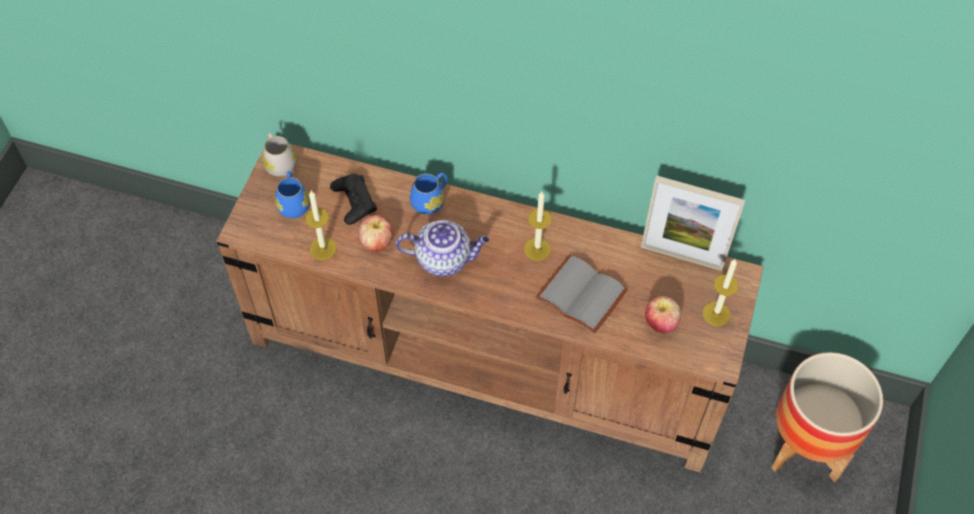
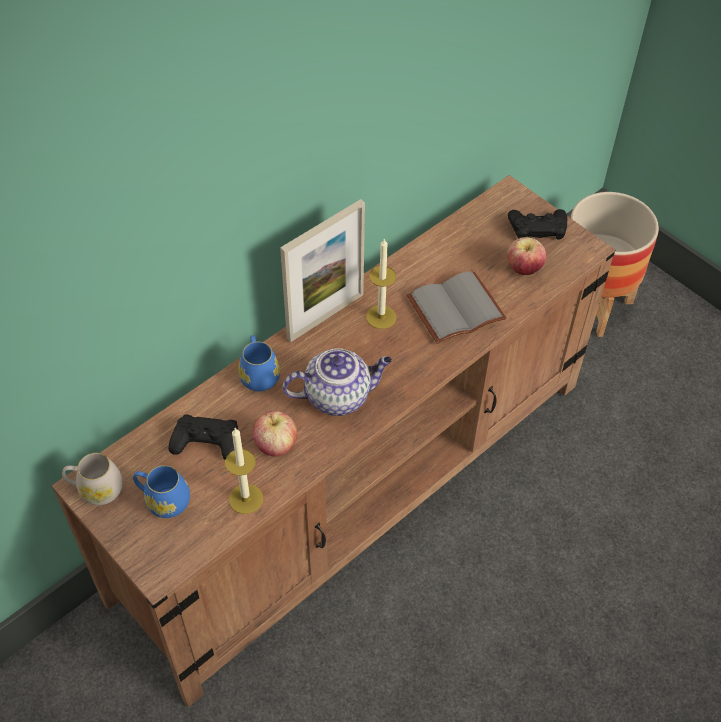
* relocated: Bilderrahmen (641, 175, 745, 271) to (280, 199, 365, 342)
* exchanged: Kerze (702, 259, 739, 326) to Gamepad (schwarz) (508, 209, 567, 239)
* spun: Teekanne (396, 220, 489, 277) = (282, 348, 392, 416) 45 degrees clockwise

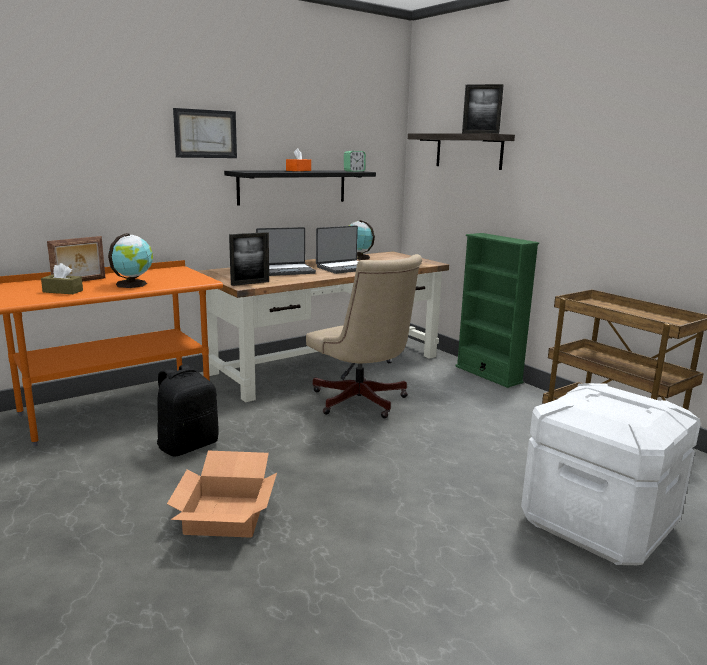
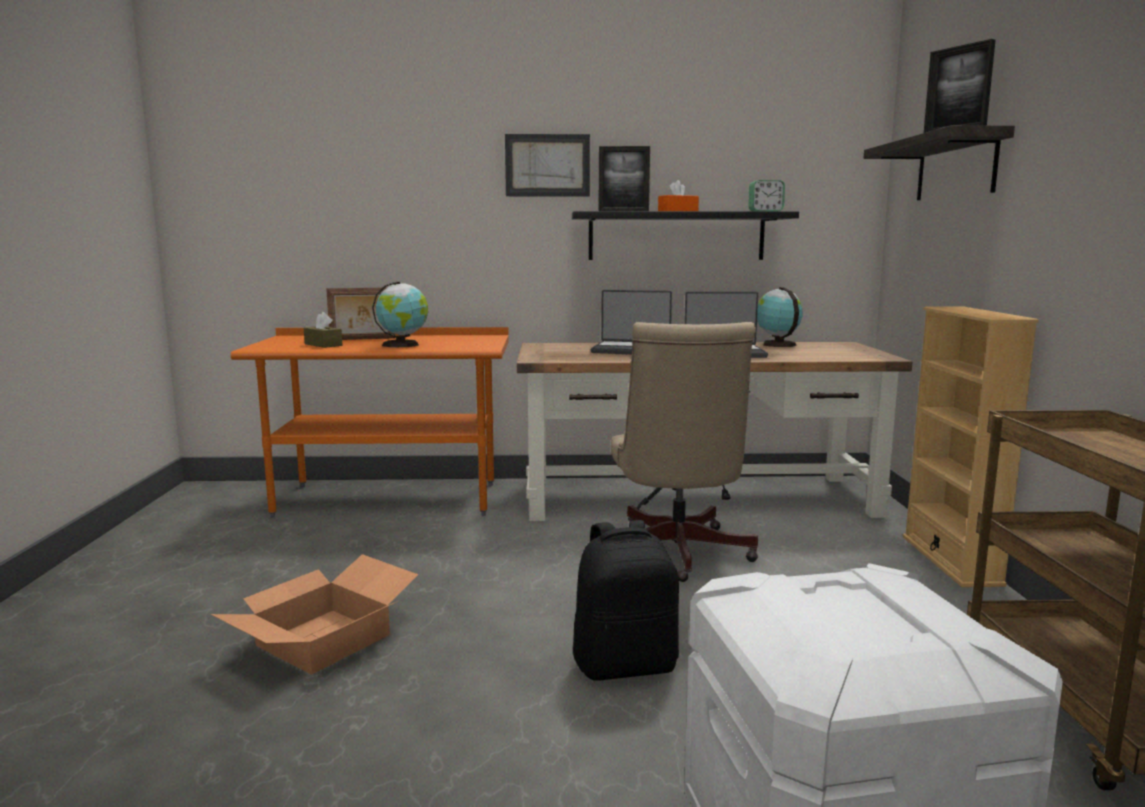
* relocated: Rucksack (schwarz) (157, 364, 219, 457) to (573, 520, 679, 681)
* relocated: Bilderrahmen (229, 232, 269, 286) to (598, 146, 650, 211)
* colour: Bücherregal (grün) (455, 233, 539, 388) to Bücherregal (beige) (902, 306, 1039, 587)

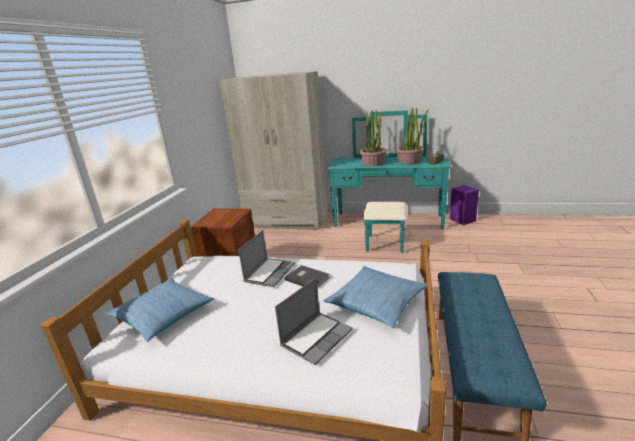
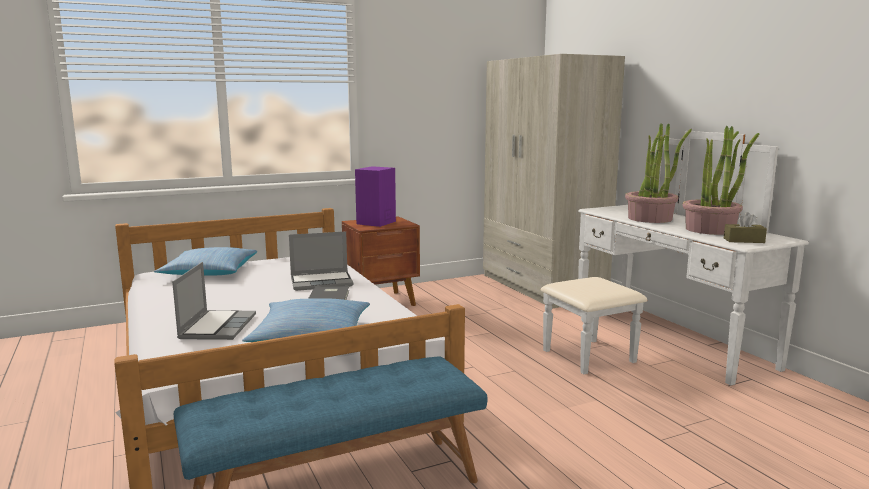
* relocated: Lautsprecher (lila) (450, 185, 479, 225) to (355, 166, 396, 227)
* colour: Kommode (türkis) (328, 110, 451, 253) to Kommode (weiß) (541, 131, 809, 385)
* spun: Laptop (275, 278, 353, 365) = (172, 262, 256, 340) 90 degrees counterclockwise

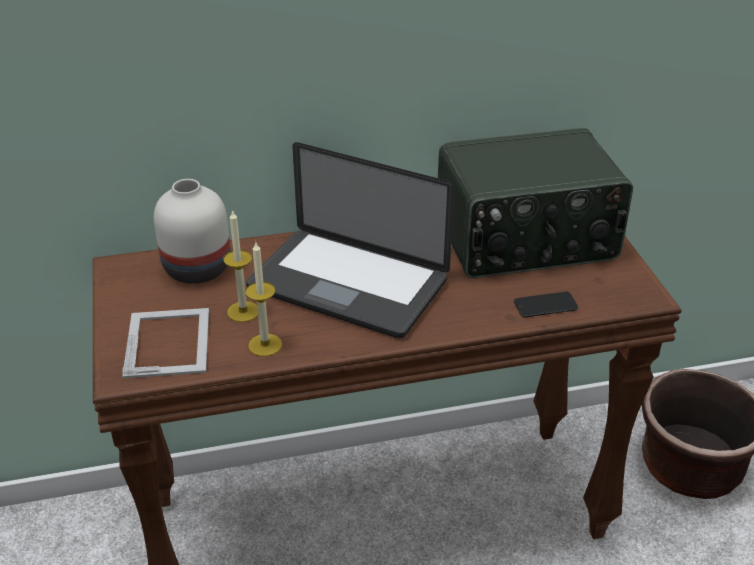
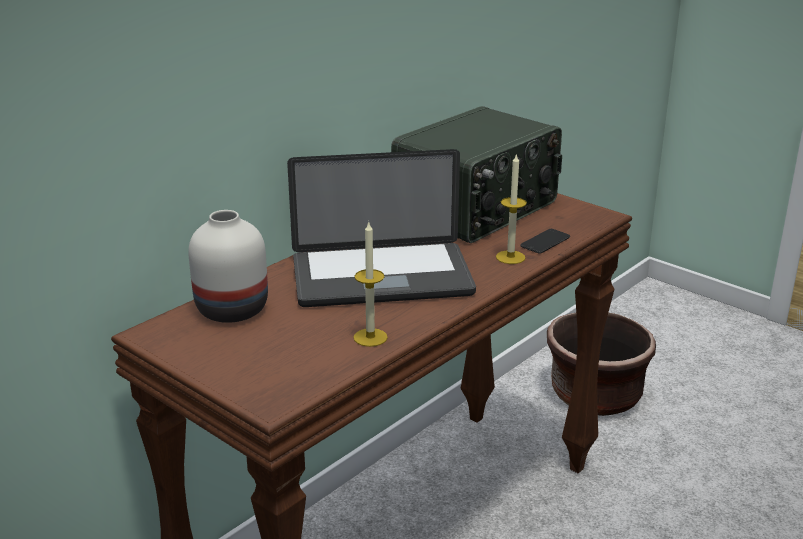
* missing: Bilderrahmen (122, 308, 209, 378)
* relocated: Kerze (223, 209, 258, 322) to (496, 153, 527, 264)

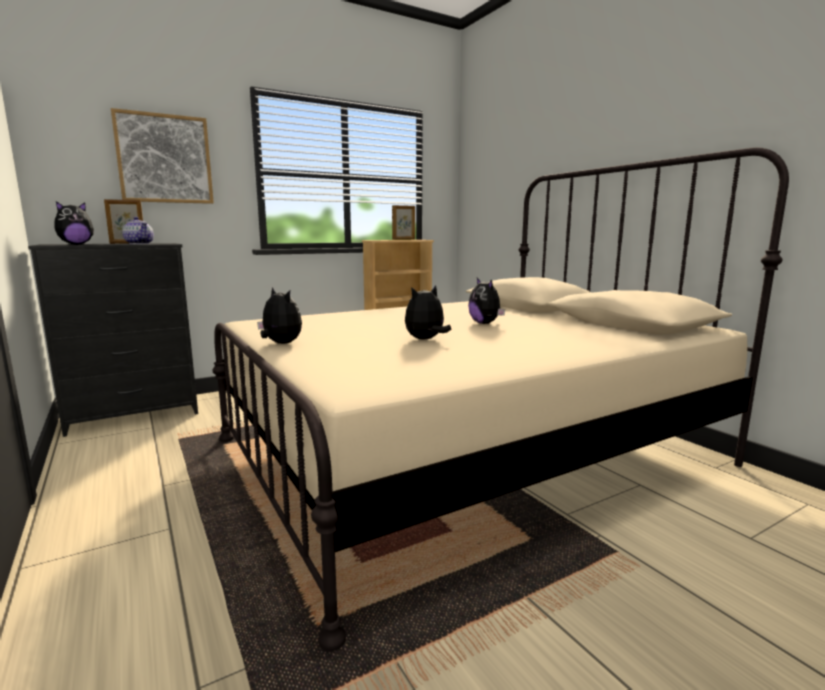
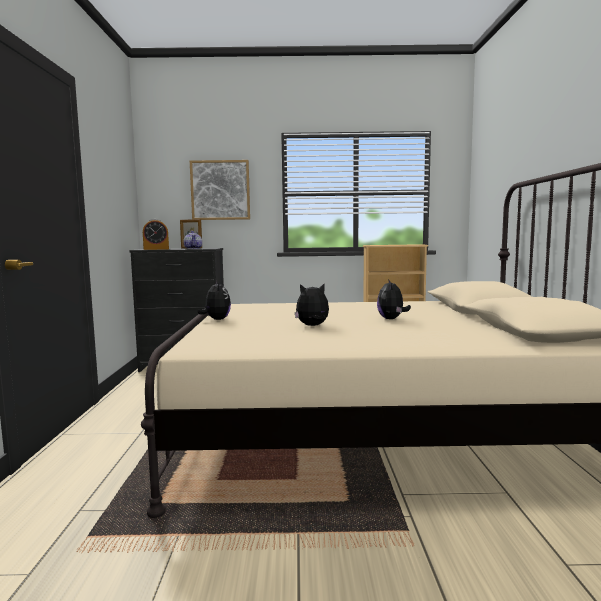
* missing: Bilderrahmen (392, 205, 415, 240)
* exchanged: Plüschtier (55, 201, 94, 245) to Wecker (143, 219, 169, 250)

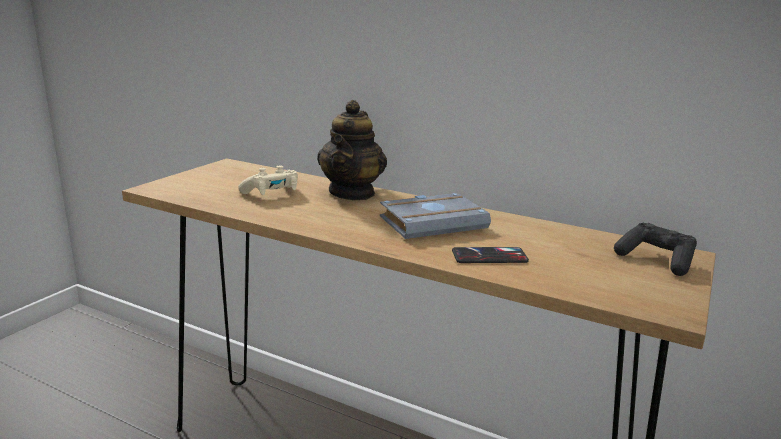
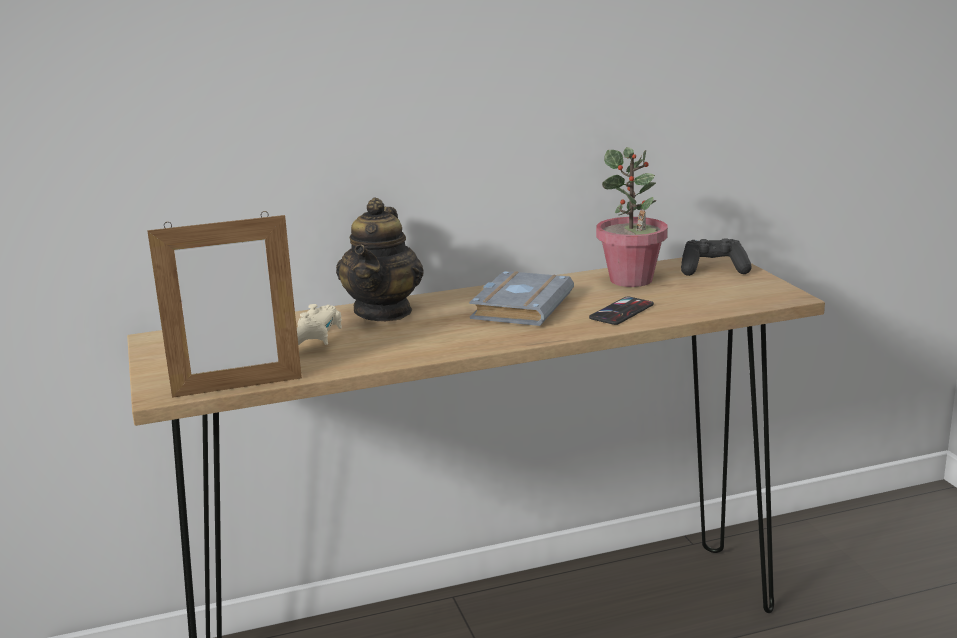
* appeared: Bilderrahmen (147, 211, 302, 398)
* appeared: Topfpflanze (596, 147, 668, 287)
* spun: Teekanne (317, 100, 387, 200) = (336, 197, 424, 321) 45 degrees clockwise

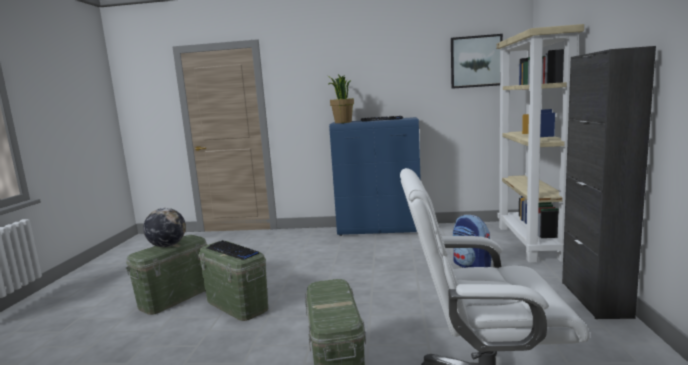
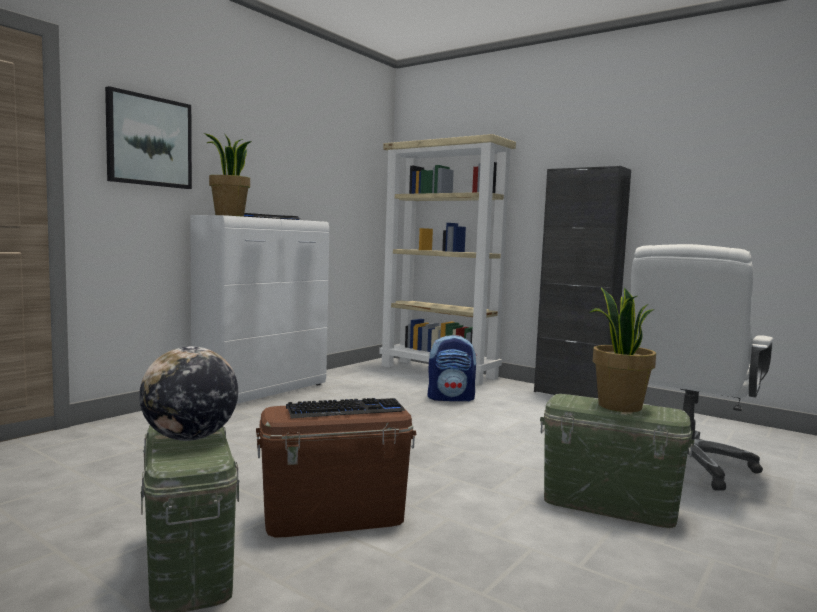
* appeared: Topfpflanze (589, 287, 656, 412)
* relocated: Bild (451, 34, 503, 89) to (105, 86, 192, 189)
* colour: Aufbewahrungsbox (grün) (198, 241, 268, 321) to Aufbewahrungsbox (braun) (256, 406, 416, 537)
* colour: Schrank (blau) (329, 117, 421, 236) to Schrank (weiß) (190, 215, 329, 404)

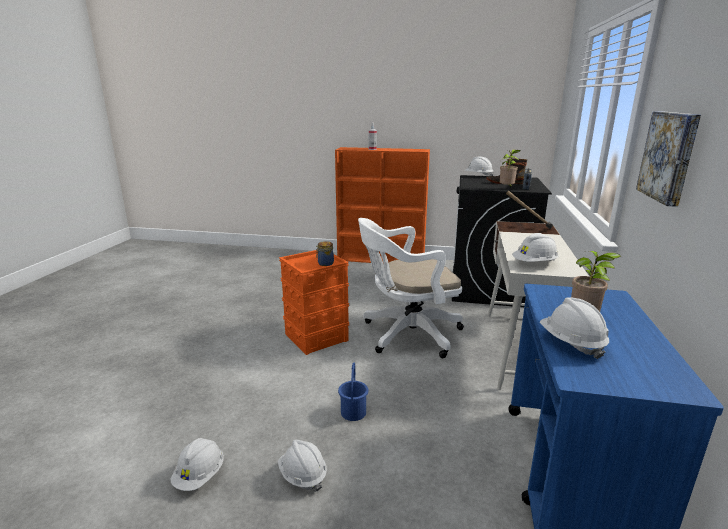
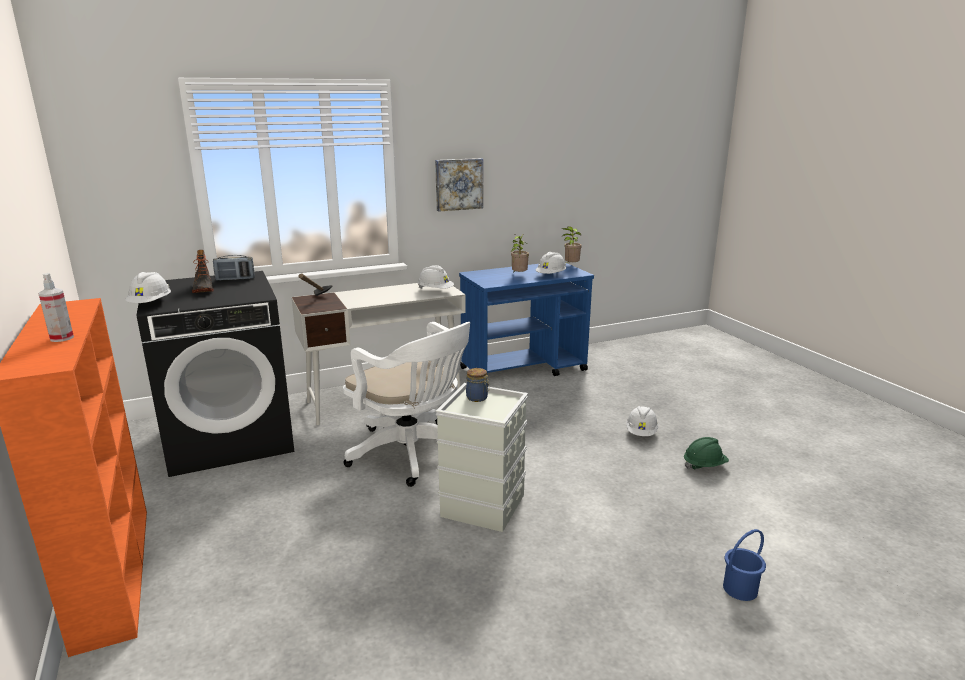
* relocated: Eimer (blau) (338, 363, 369, 421) to (723, 529, 766, 601)
* relocated: Topfpflanze (500, 149, 520, 188) to (562, 226, 582, 263)
* colour: Schutzhelm (weiß) (170, 438, 224, 491) to Schutzhelm (grün) (684, 437, 729, 469)
* colour: Aufbewahrungsbox (orange) (279, 250, 349, 355) to Aufbewahrungsbox (grau) (436, 383, 528, 532)

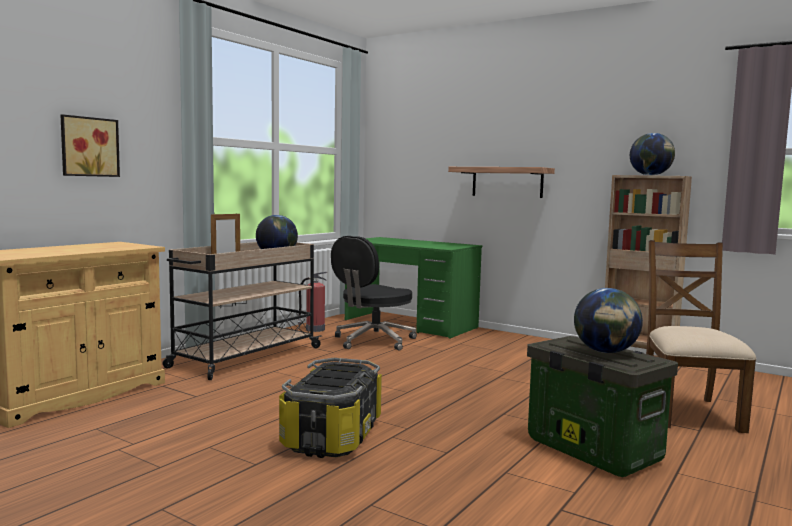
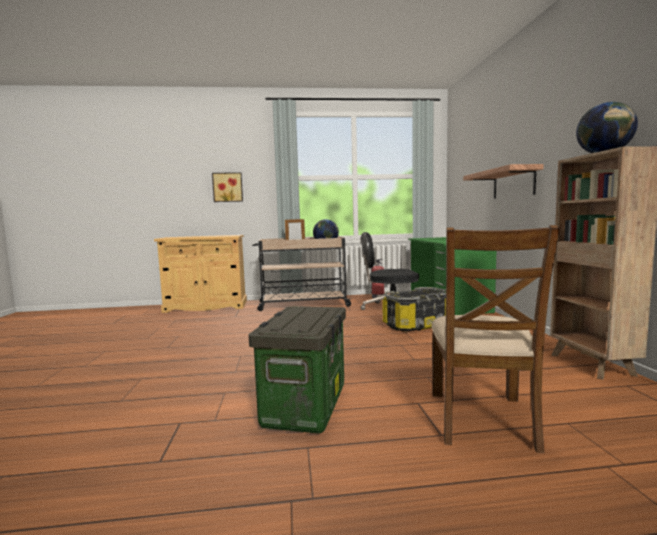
* missing: Globus (574, 288, 643, 353)
* relocated: Aufbewahrungsbox (279, 358, 382, 458) to (382, 287, 446, 332)
* spun: Stuhl (braun) (646, 240, 756, 433) = (431, 225, 560, 453) 135 degrees clockwise

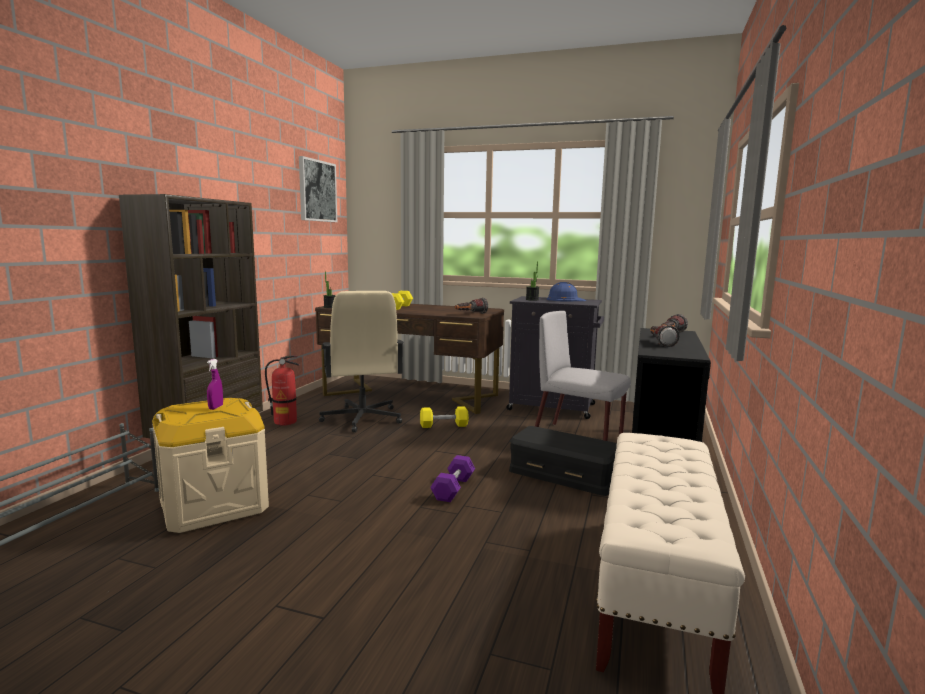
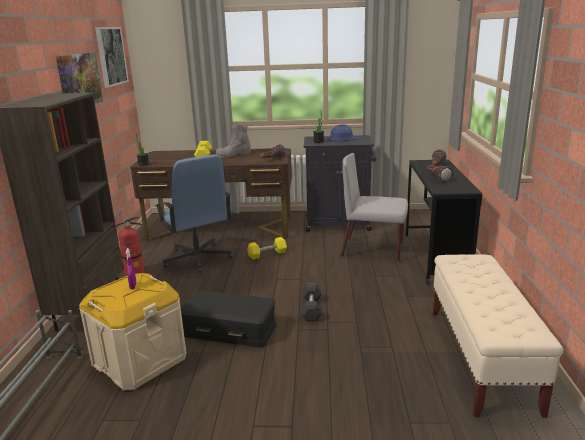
* appeared: Bild (56, 52, 103, 104)
* appeared: Stiefel (grau) (216, 123, 250, 158)
* relocated: Aufbewahrungsbox (schwarz) (509, 426, 617, 496) to (181, 290, 276, 348)
* colour: Bürostuhl (beige) (319, 291, 404, 432) to Bürostuhl (blau) (156, 154, 233, 273)
* colour: Hantel (lila) (430, 455, 475, 502) to Hantel (grau) (300, 284, 322, 322)

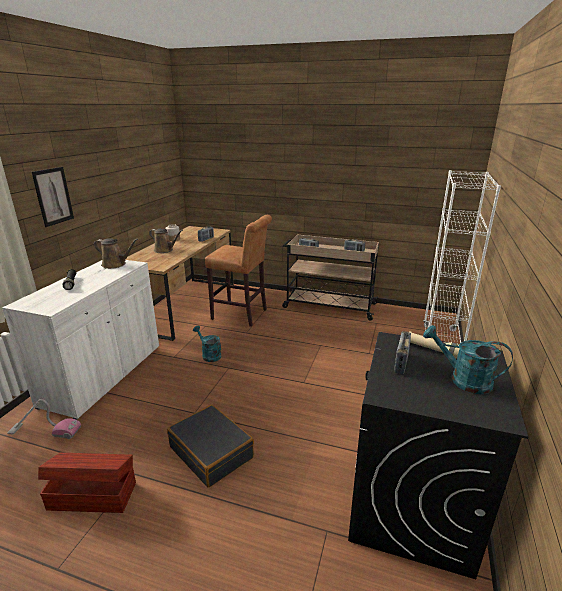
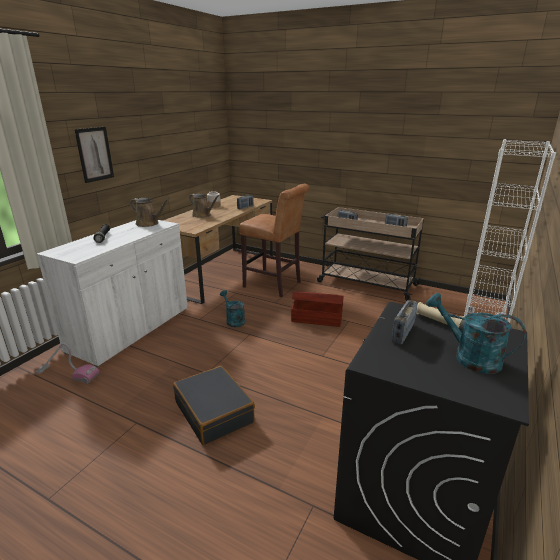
* relocated: Aufbewahrungsbox (braun) (38, 453, 136, 513) to (291, 291, 344, 327)

